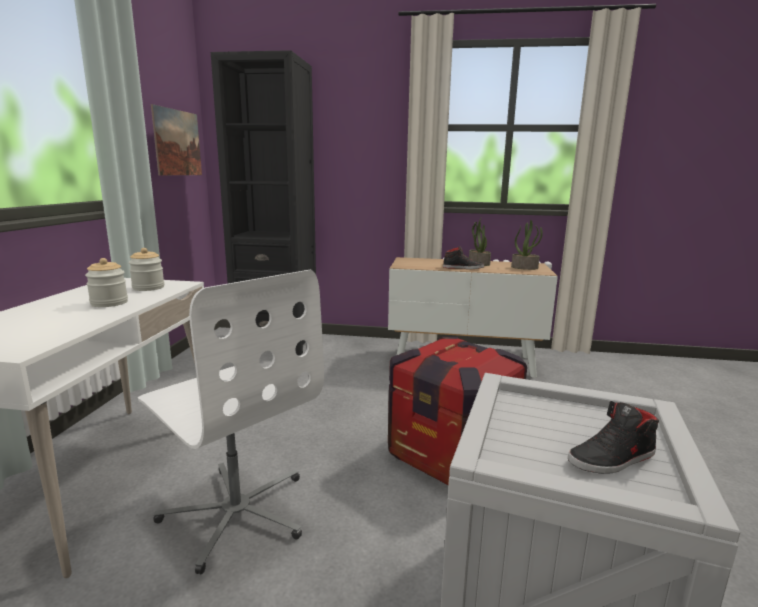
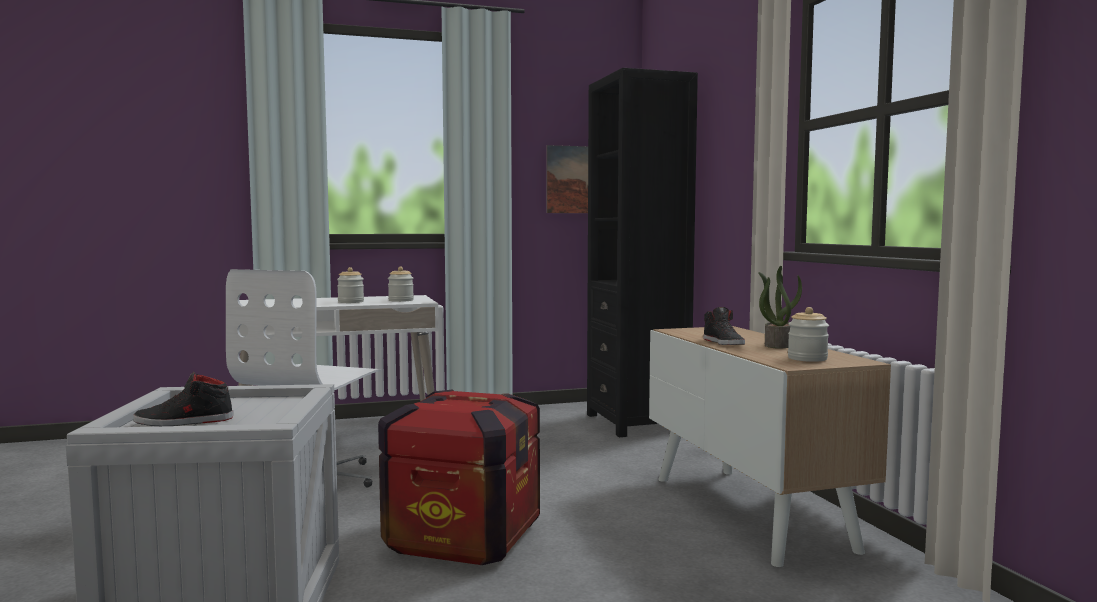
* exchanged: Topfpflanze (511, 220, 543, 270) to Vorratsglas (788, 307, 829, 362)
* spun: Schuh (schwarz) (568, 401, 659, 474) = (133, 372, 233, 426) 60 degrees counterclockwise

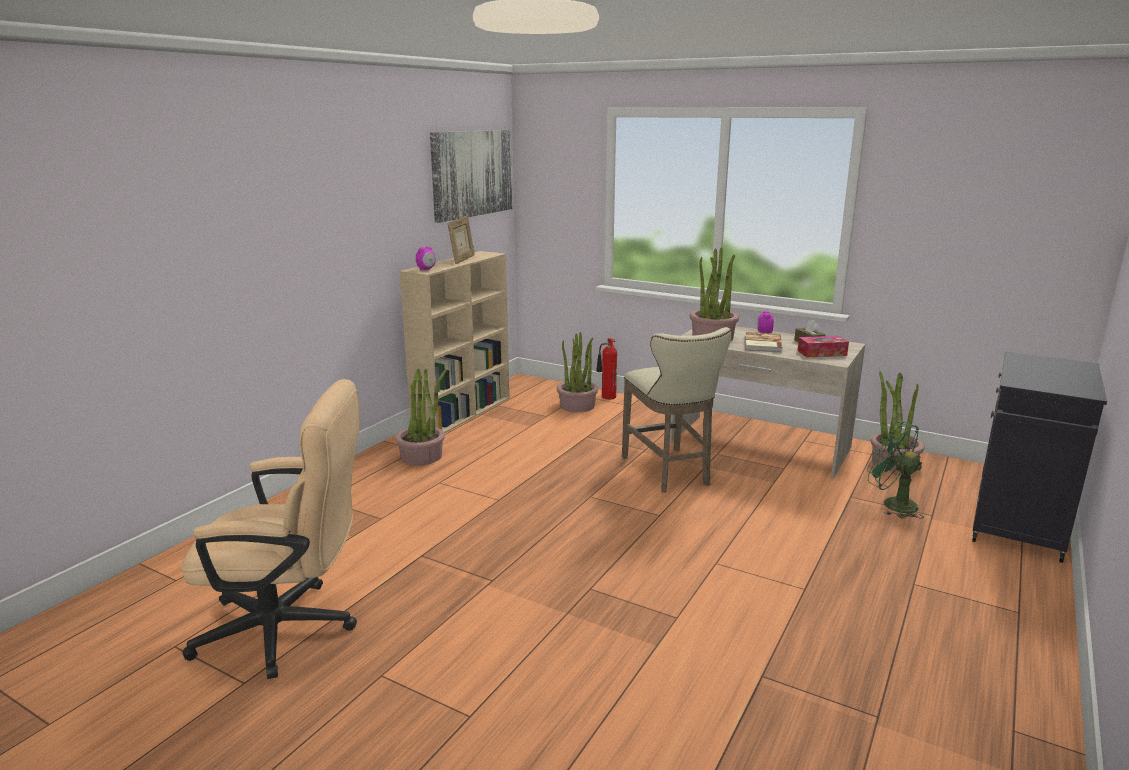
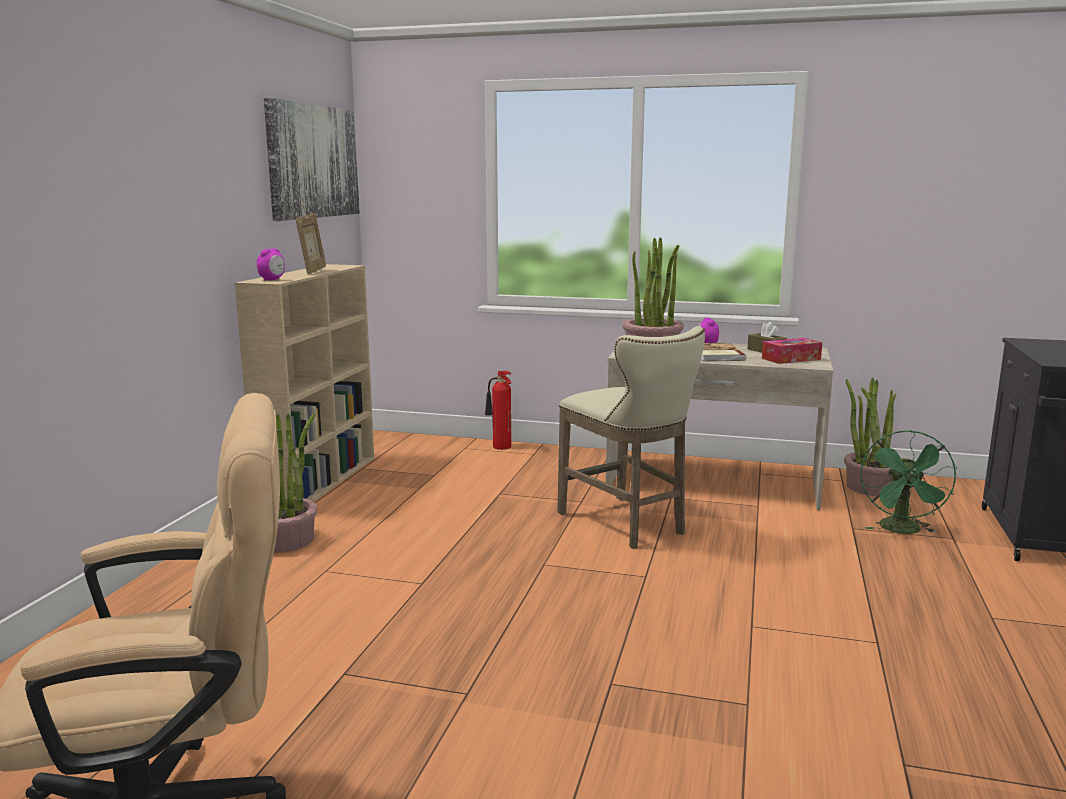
* missing: Topfpflanze (557, 332, 598, 412)
* spun: Ventilator (grün) (867, 422, 924, 518) = (860, 430, 957, 534) 105 degrees counterclockwise

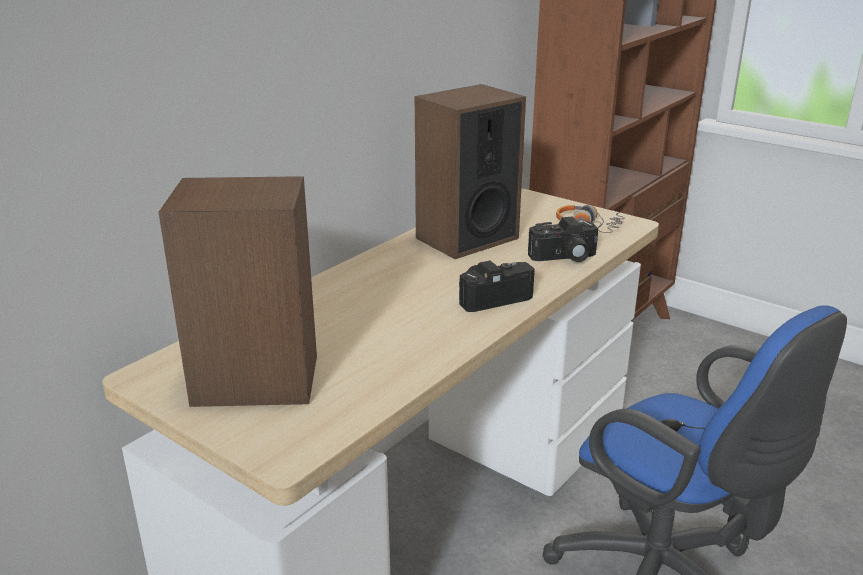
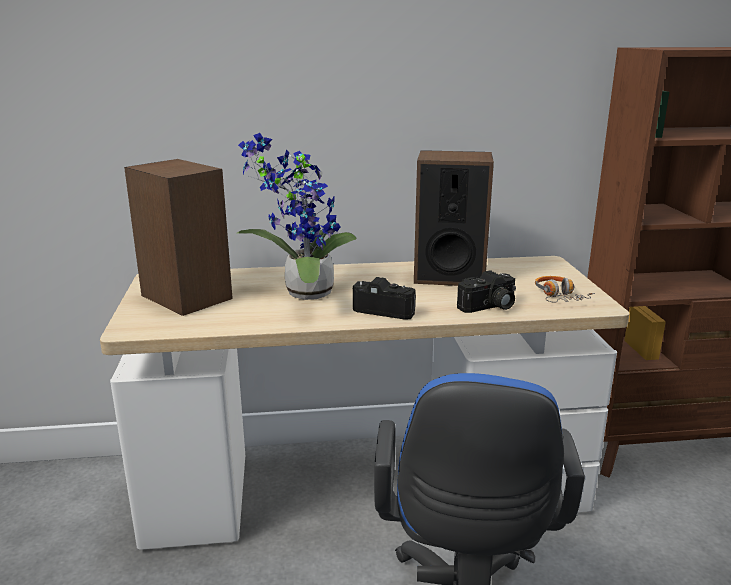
* appeared: Topfpflanze (237, 133, 357, 300)
* spun: Kamera (528, 217, 598, 262) = (457, 270, 516, 313) 60 degrees counterclockwise

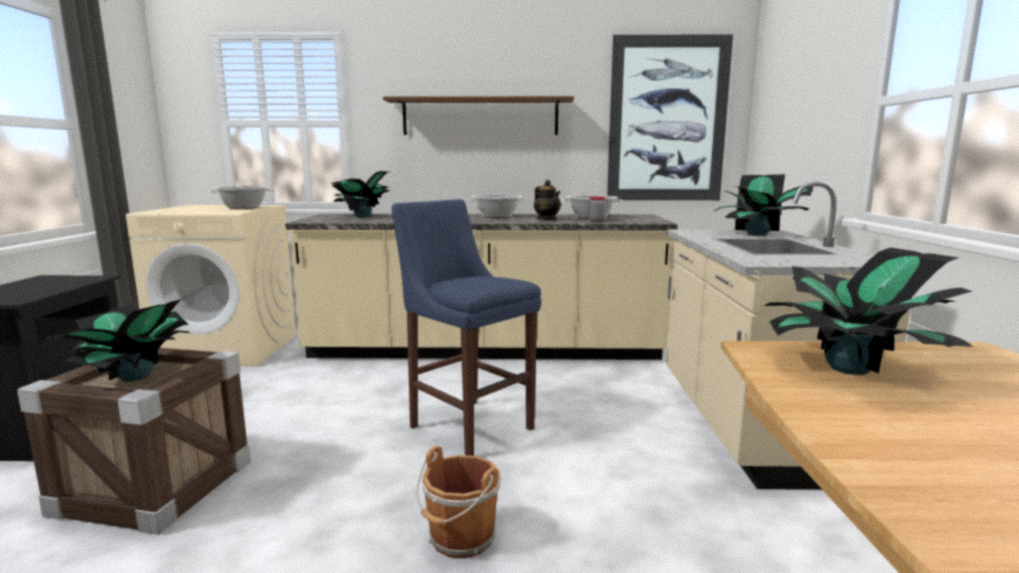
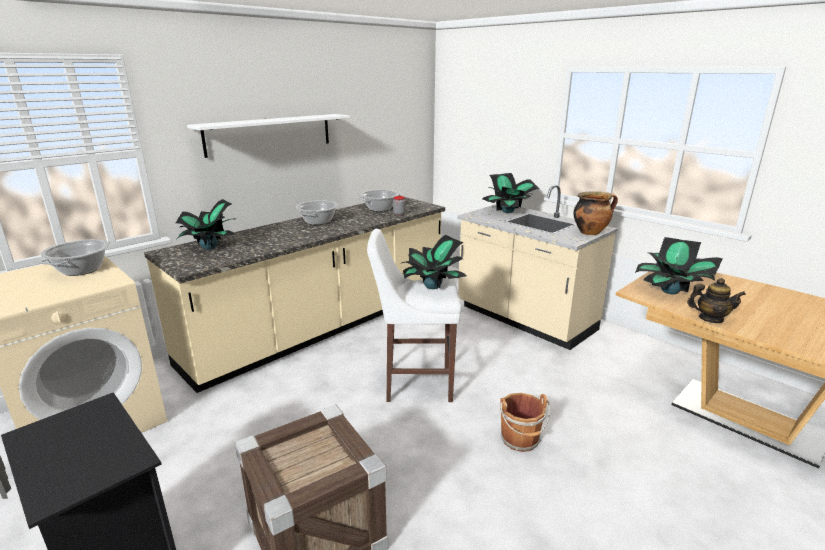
* missing: Bild (607, 34, 733, 200)
* appeared: Kochtopf (574, 191, 618, 235)
* relocated: Topfpflanze (41, 299, 190, 382) to (402, 235, 466, 289)
* relocated: Teekanne (534, 180, 561, 220) to (687, 278, 746, 323)
* colour: Wandregal (braun) (383, 96, 574, 135) to Wandregal (weiß) (187, 114, 350, 158)
* colour: Hocker (blau) (392, 199, 541, 456) to Hocker (weiß) (367, 229, 461, 402)

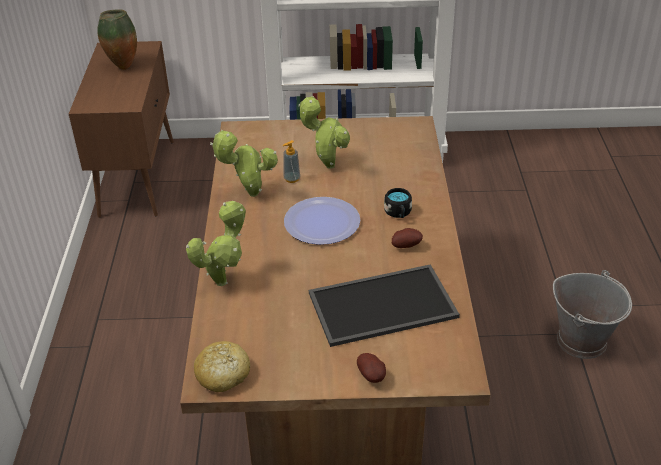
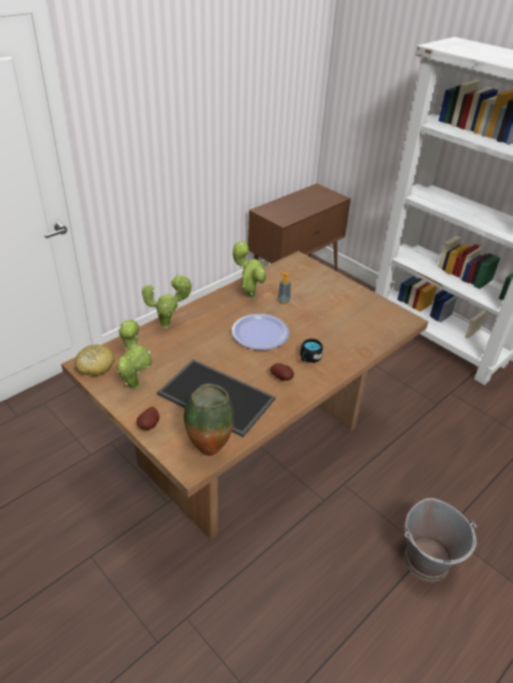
* relocated: Vase (97, 10, 137, 70) to (184, 384, 234, 456)
* relocated: Topfpflanze (298, 96, 350, 169) to (116, 319, 152, 389)

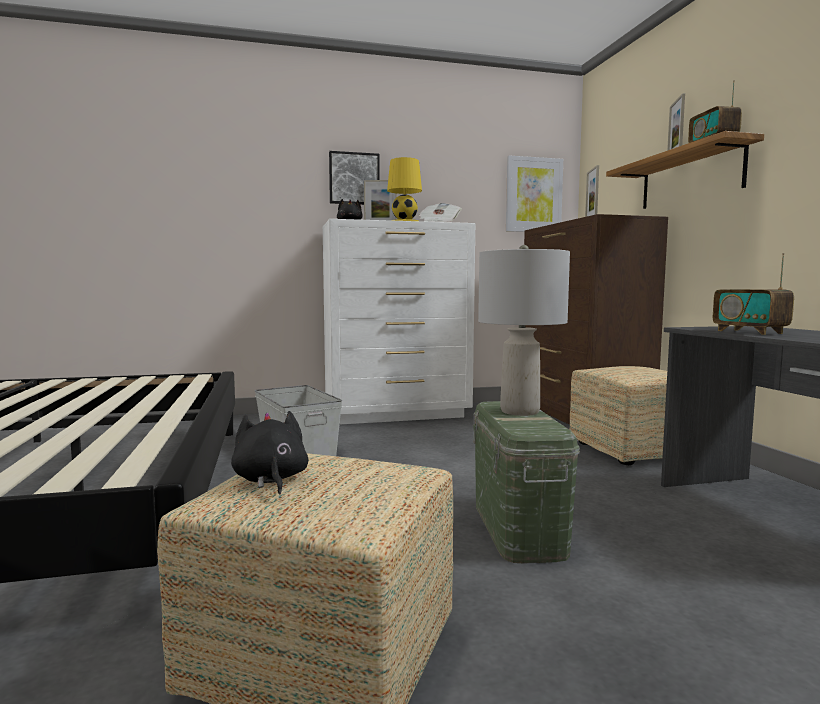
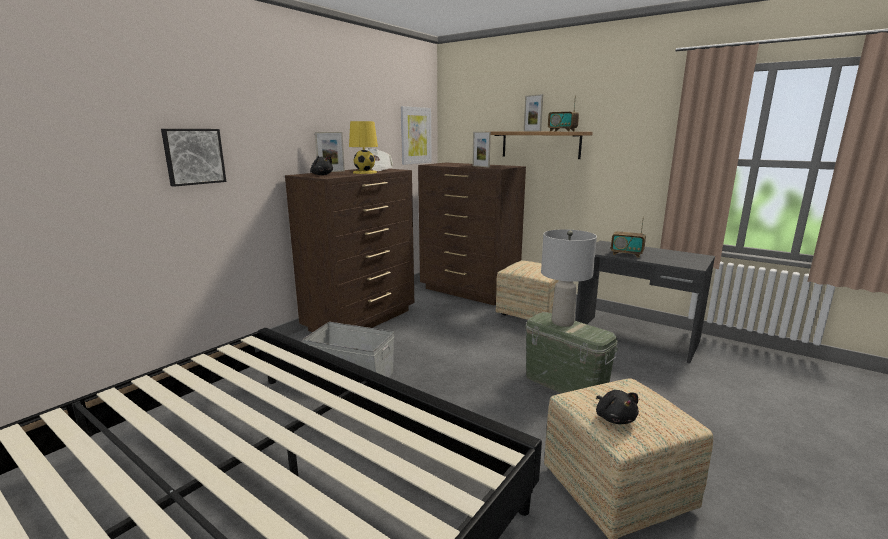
* relocated: Bild (329, 151, 380, 205) to (161, 129, 226, 187)
* colour: Kommode (weiß) (323, 219, 475, 424) to Kommode (braun) (285, 169, 414, 332)
* spun: Plüschtier (schwarz) (231, 411, 308, 494) = (596, 390, 639, 424) 135 degrees counterclockwise

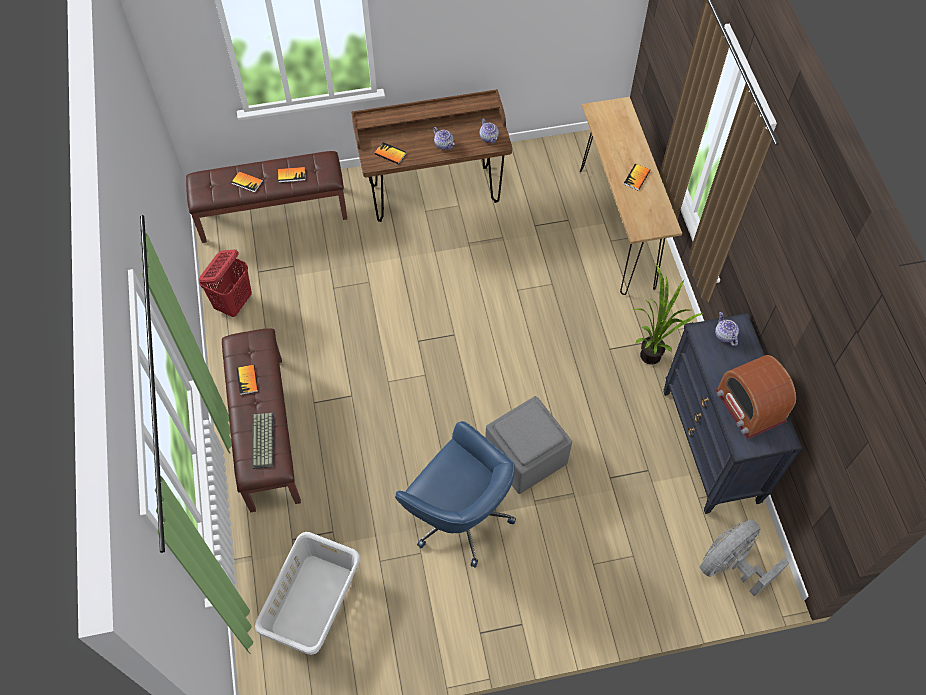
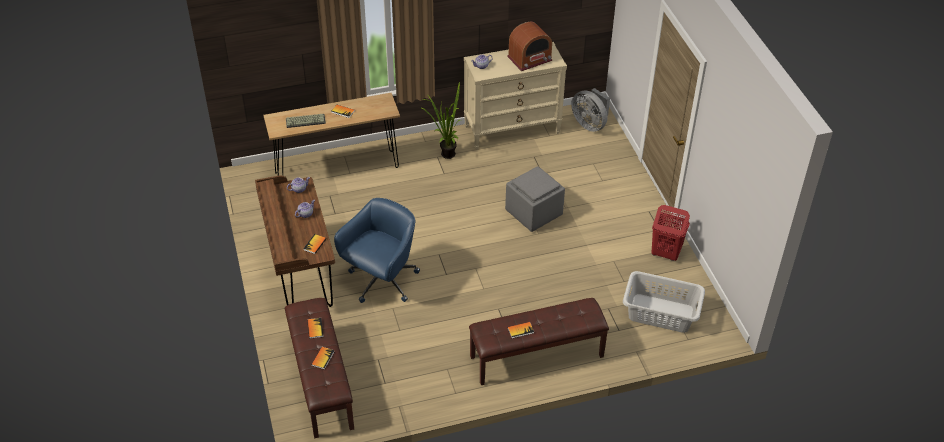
* relocated: Wäschekorb (rot) (199, 249, 252, 317) to (652, 205, 690, 261)
* relocated: Tastatur (252, 413, 274, 469) to (286, 114, 326, 128)
* relocated: Bürostuhl (blau) (395, 421, 516, 568) to (334, 198, 420, 303)
* colour: Kommode (schwarz) (663, 313, 803, 514) to Kommode (beige) (464, 42, 567, 149)

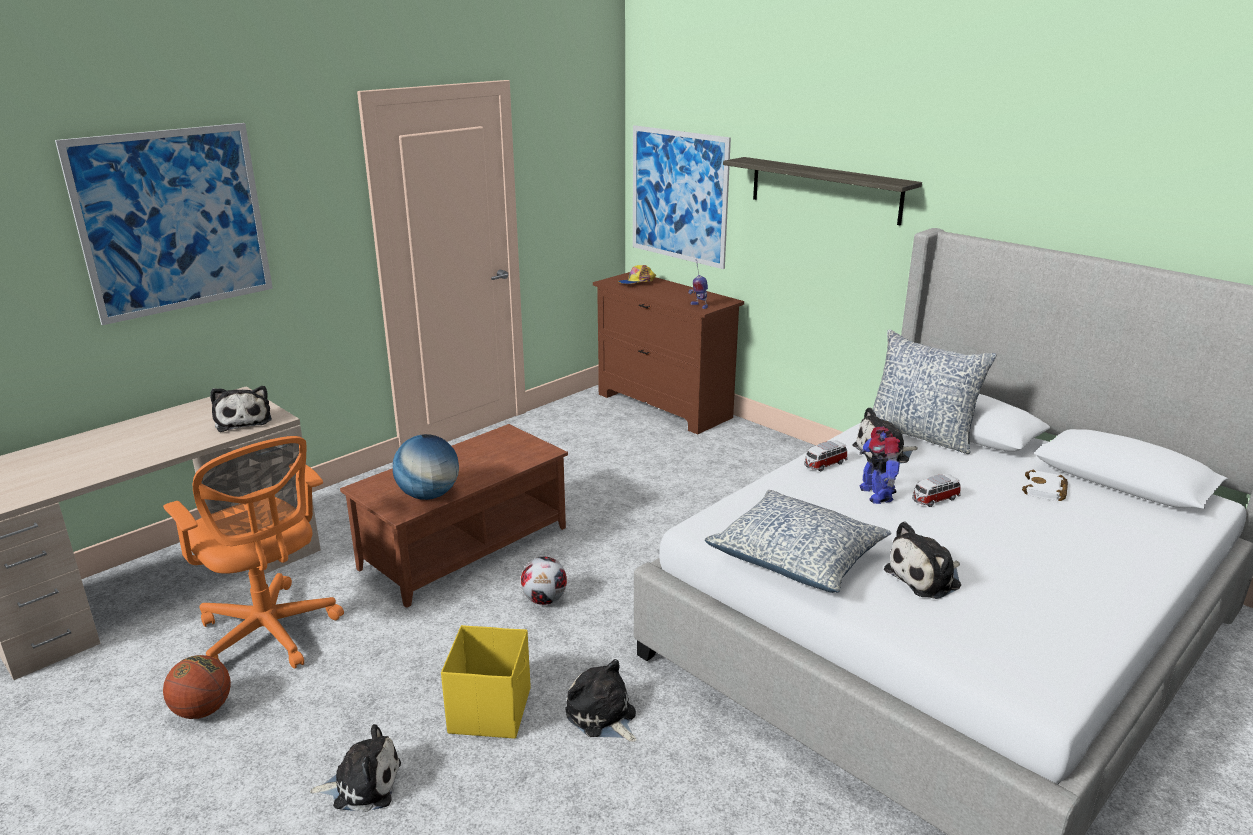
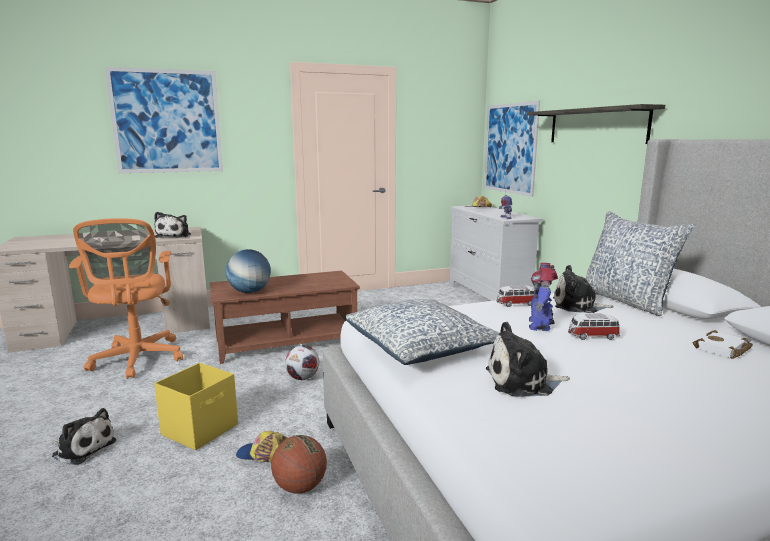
* relocated: Basketball (163, 655, 231, 719) to (271, 435, 327, 493)
* exchanged: Plüschtier (565, 659, 637, 742) to Kappe (236, 431, 288, 462)
* colour: Kommode (braun) (593, 272, 744, 434) to Kommode (weiß) (449, 205, 543, 301)

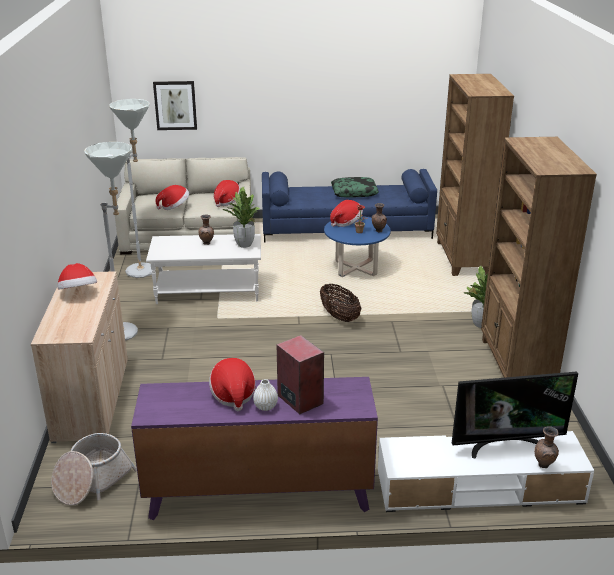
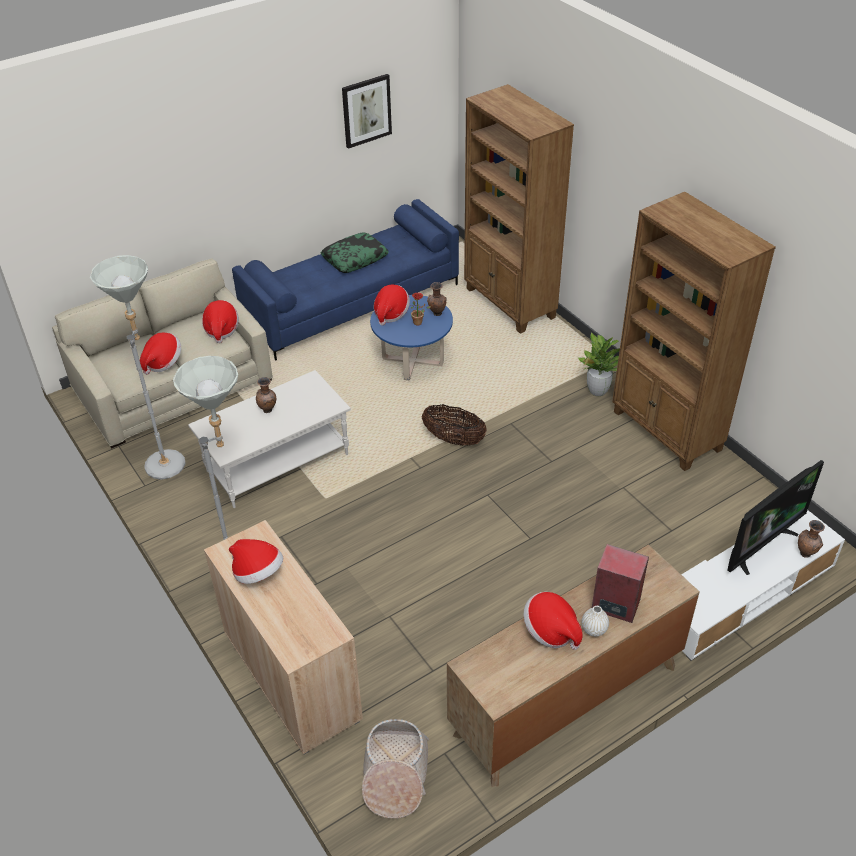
* missing: Topfpflanze (222, 187, 260, 248)
* relocated: Bild (153, 81, 197, 130) to (342, 74, 392, 149)
* colour: Kommode (lila) (131, 377, 378, 520) to Kommode (braun) (447, 544, 699, 787)

